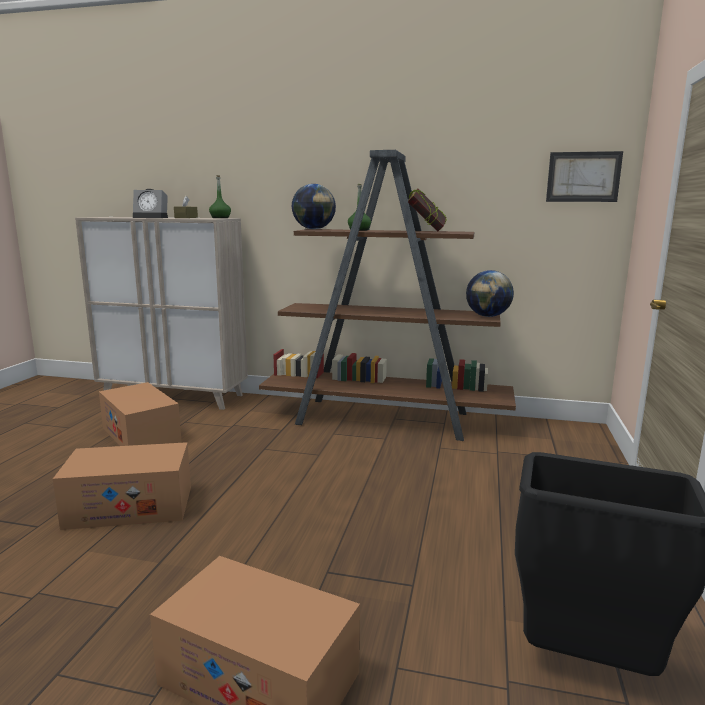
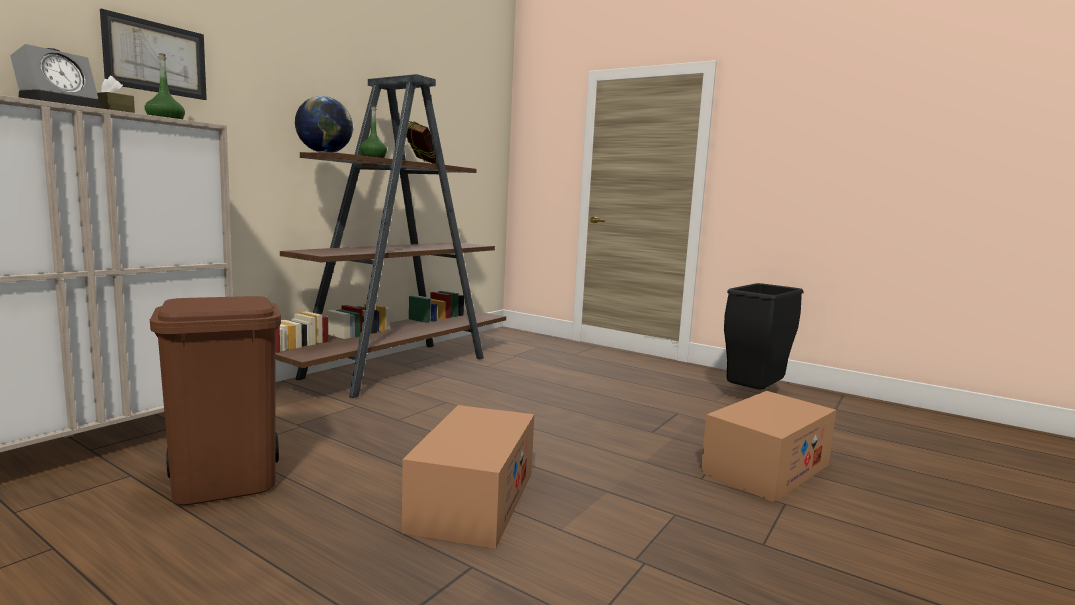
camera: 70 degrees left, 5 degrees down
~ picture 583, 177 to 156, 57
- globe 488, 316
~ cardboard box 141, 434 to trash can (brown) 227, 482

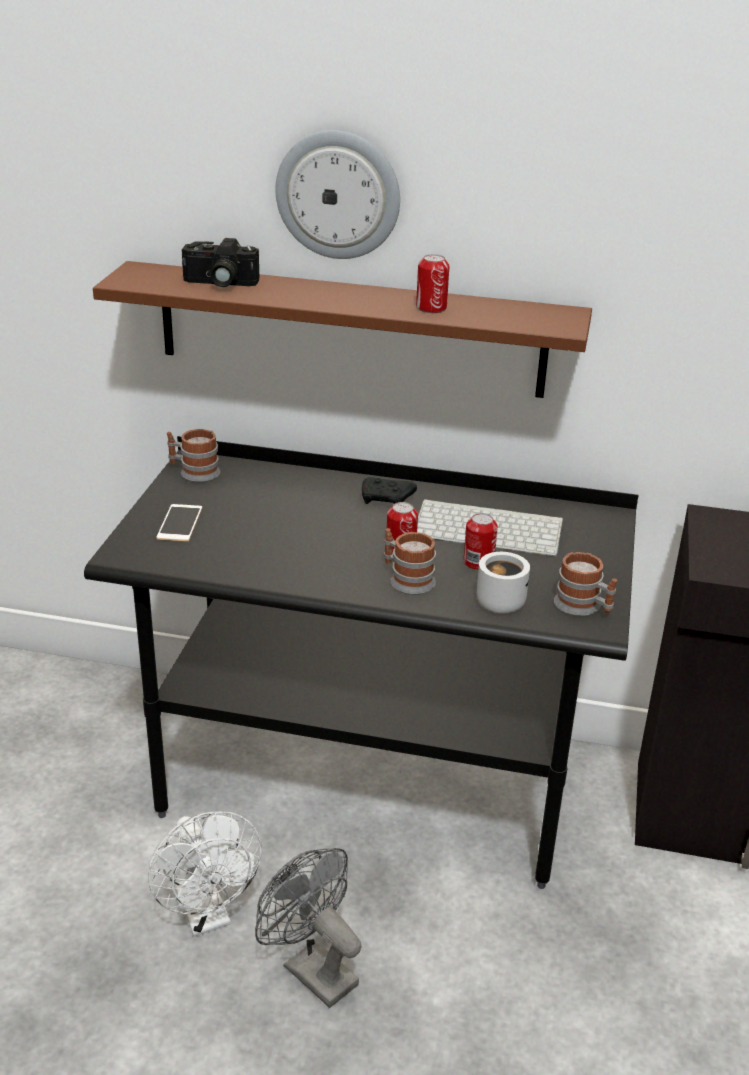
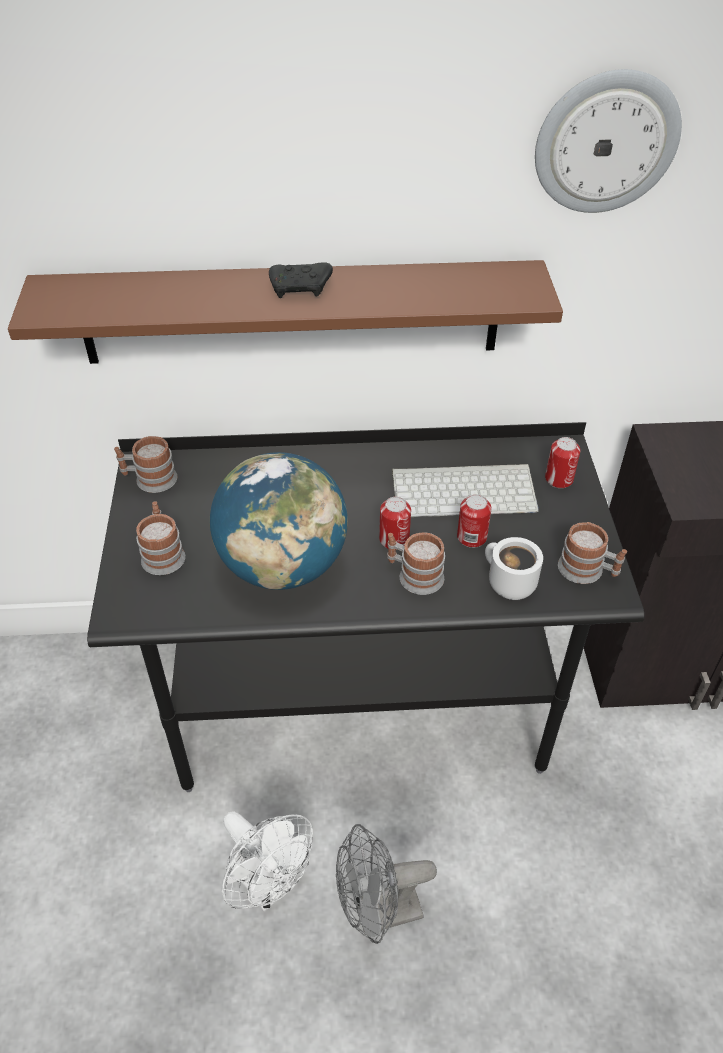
camera: 15 degrees left, 15 degrees up
~ wall clock 338, 195 to 606, 142
- photo camera 219, 283
~ can 431, 308 to 559, 479
~ game controller (black) 387, 499 to 301, 288
~ phone 179, 523 to mug 163, 553
~ fan (grey) 311, 969 = 378, 914 45 degrees counterclockwise
+ globe 283, 566

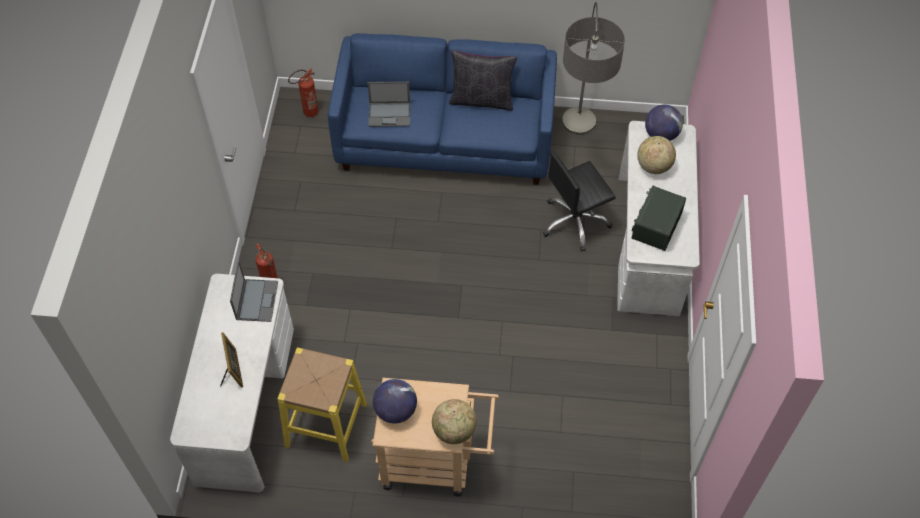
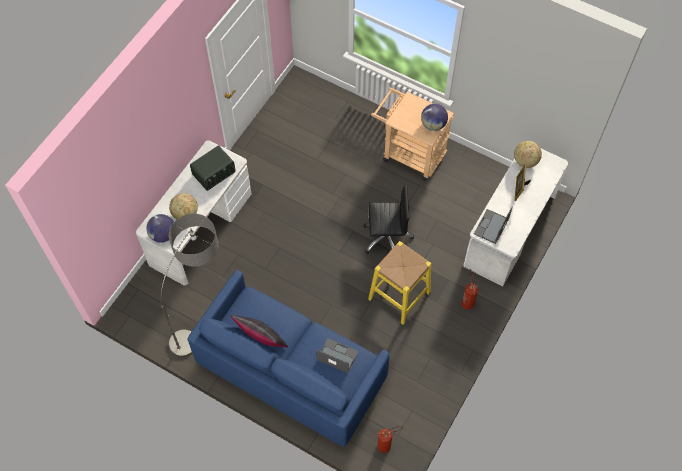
camera: 155 degrees left, 5 degrees up
~ office chair (black) 575, 222 to 386, 238
~ stool (yellow) 326, 424 to 399, 296
~ globe 454, 431 to 525, 161

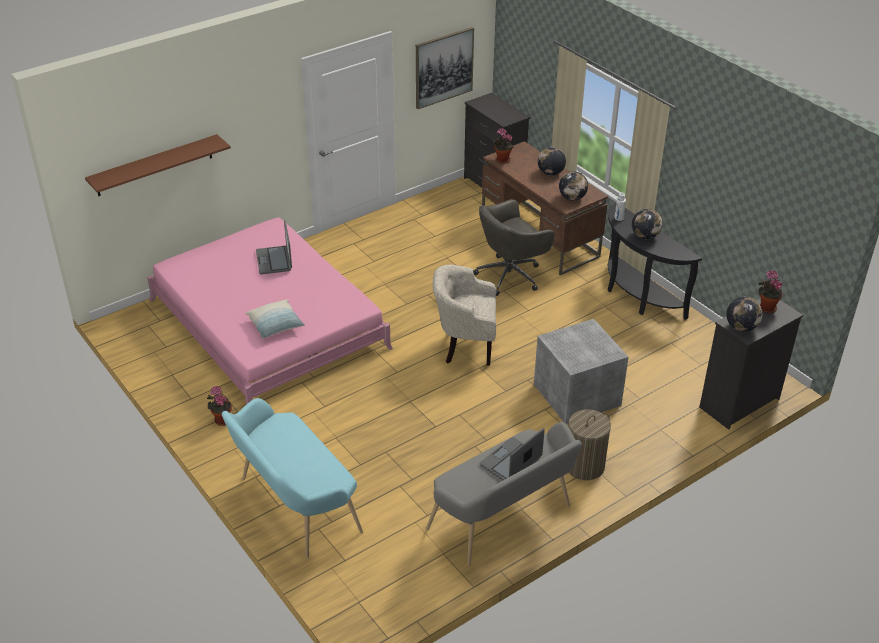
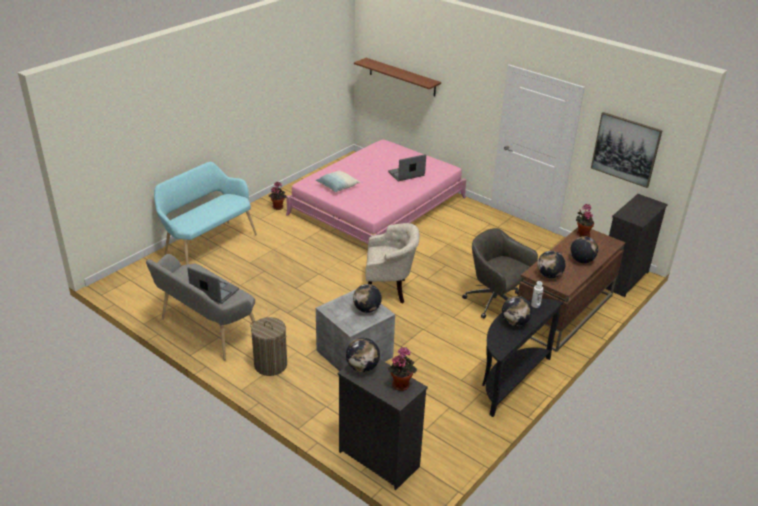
camera: 75 degrees right, 5 degrees down
~ armchair (beige) 464, 347 = 389, 290 105 degrees clockwise
+ globe 366, 309

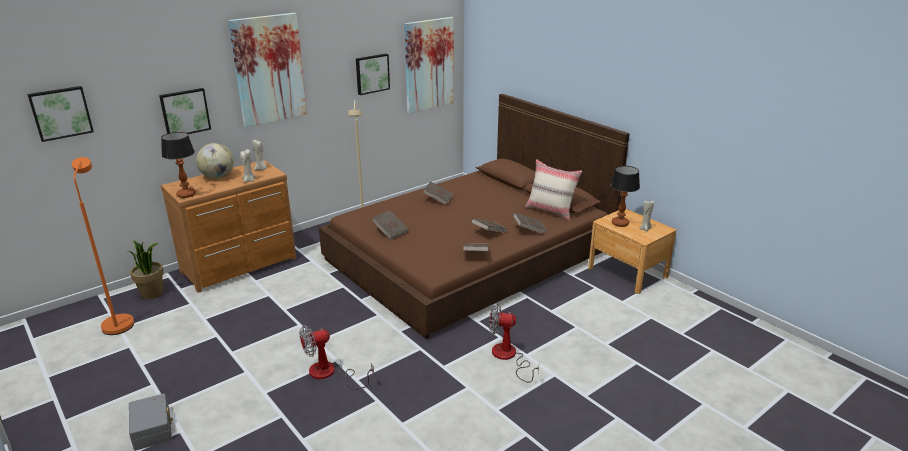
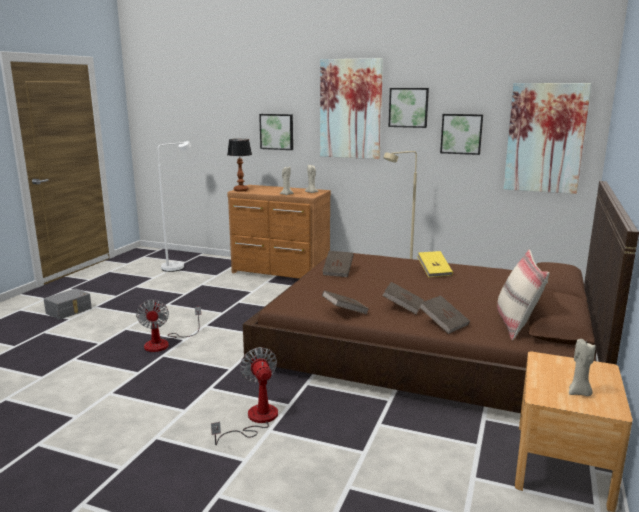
camera: 60 degrees right, 10 degrees down
~ picture 61, 113 to 408, 107
- globe 218, 177
~ floor lamp (orange) 119, 321 to floor lamp (white) 178, 266
- table lamp 619, 223
~ book (brown) 438, 199 to book (yellow) 434, 272
- potted plant 153, 293
~ fan 330, 373 = 164, 343 135 degrees counterclockwise

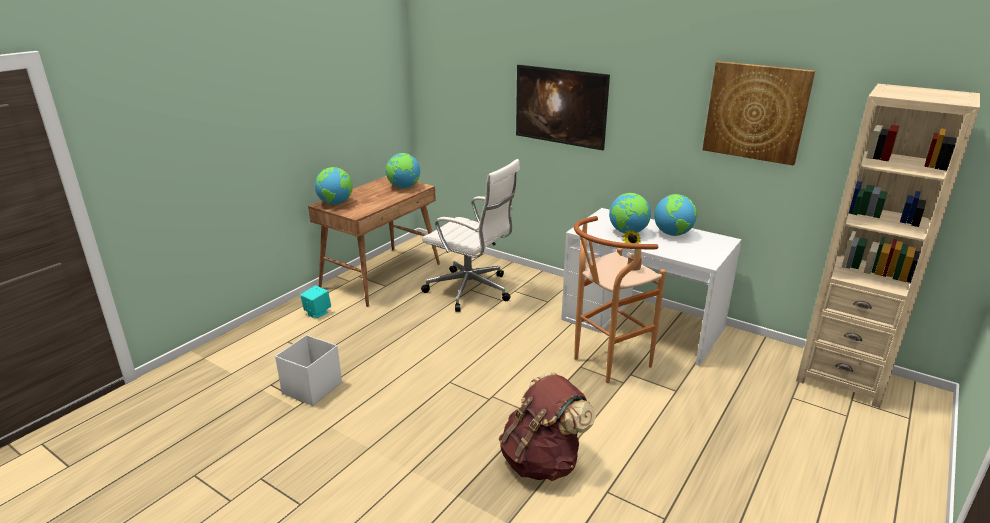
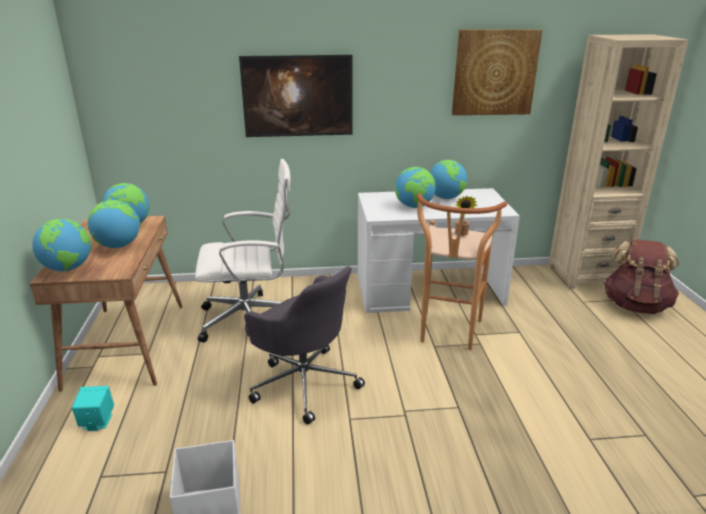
camera: 40 degrees left, 0 degrees up
~ backpack (brown) 542, 461 to 635, 305
+ globe 118, 246
+ office chair (grey) 304, 382

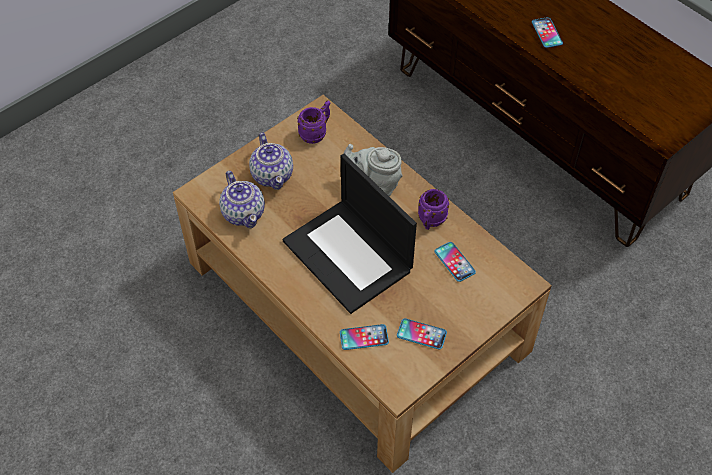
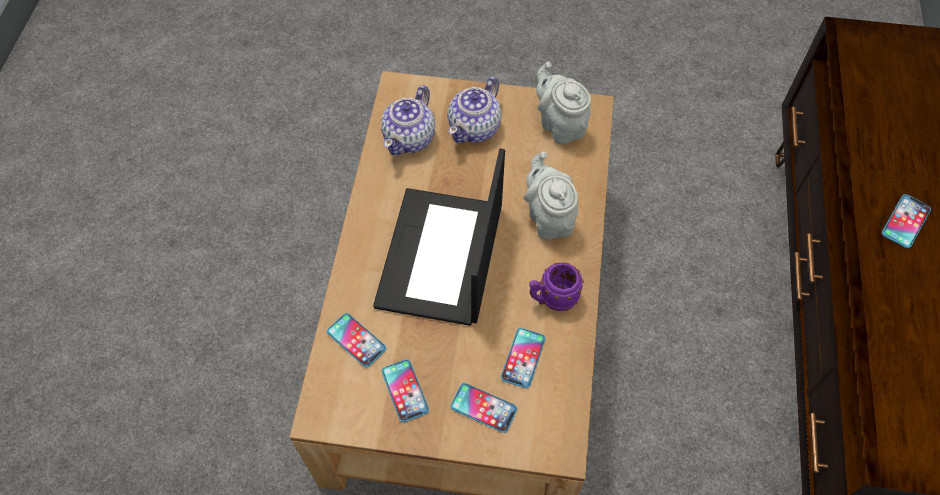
camera: 50 degrees right, 5 degrees up
~ mug (purple) 316, 133 to teapot (grey) 560, 125
+ phone 483, 408

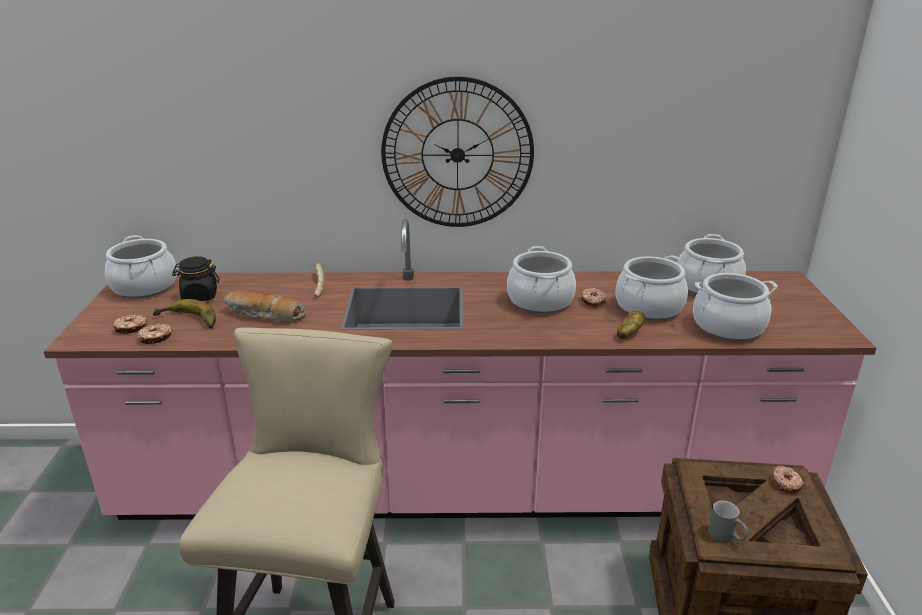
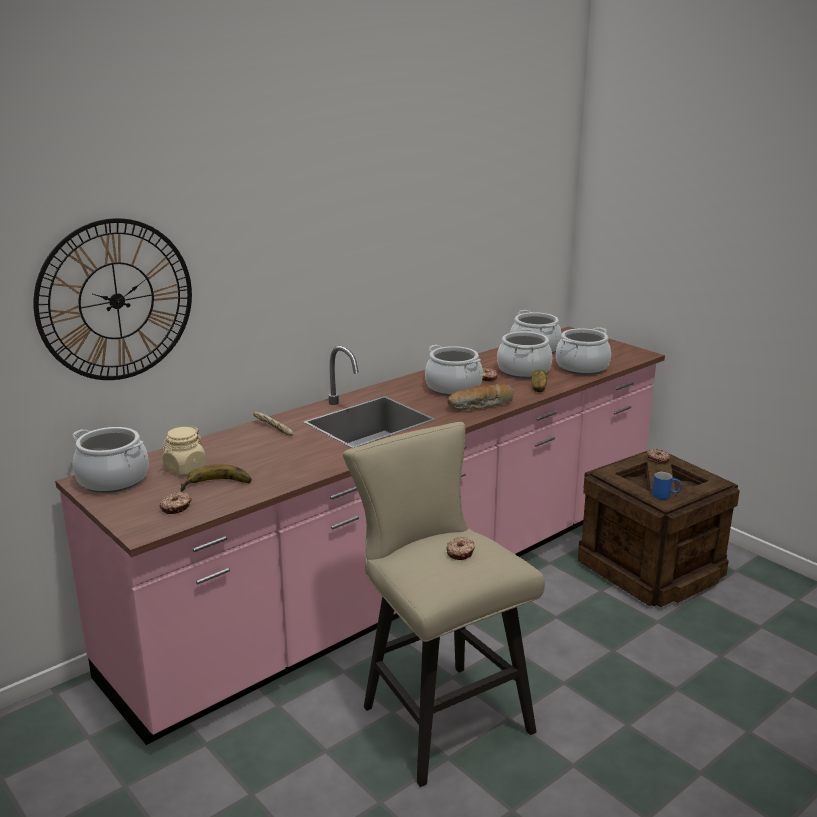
camera: 40 degrees left, 5 degrees down
~ wall clock 457, 155 to 116, 300
~ jar (black) 199, 296 to jar (beige) 185, 468
~ bread 264, 315 to 481, 406
~ donut 156, 338 to 461, 553
~ mug (grey) 726, 537 to mug (blue) 665, 496

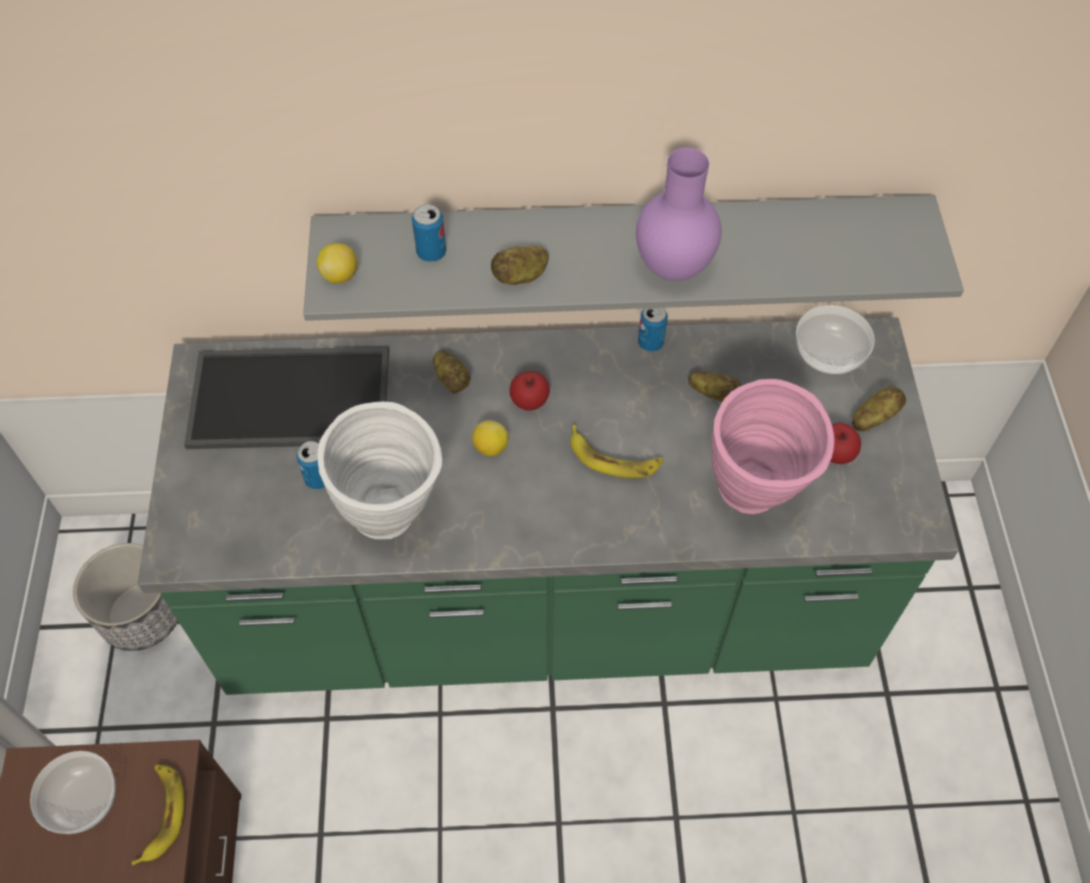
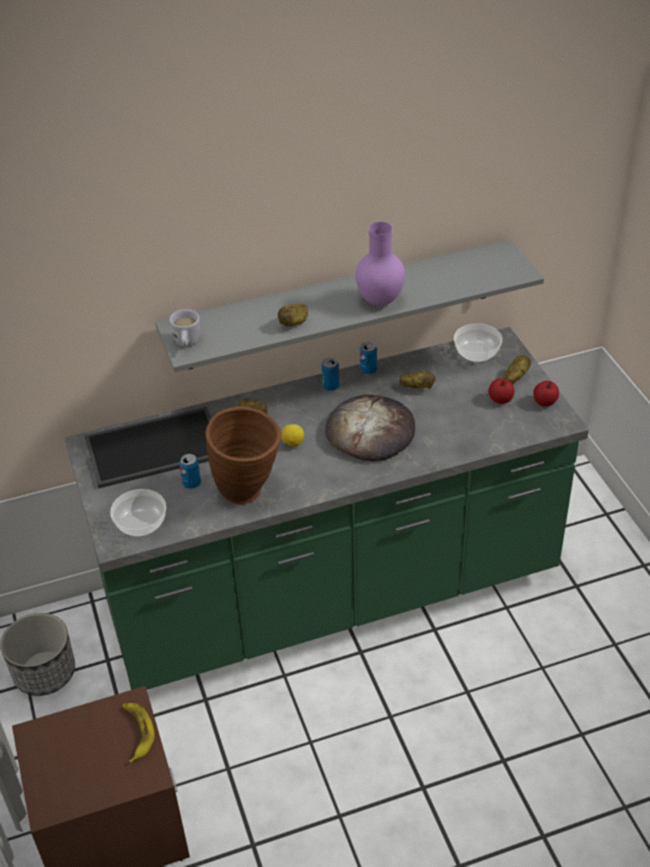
camera: 15 degrees left, 15 degrees down
~ can 431, 252 to 331, 386
~ lemon 340, 275 to mug (white) 187, 344
~ apple 529, 401 to 545, 402
- vase (pink) 754, 499
~ vase (white) 395, 520 to vase (brown) 249, 493
~ banana 613, 458 to bread 370, 431
~ bowl 83, 800 to 142, 524

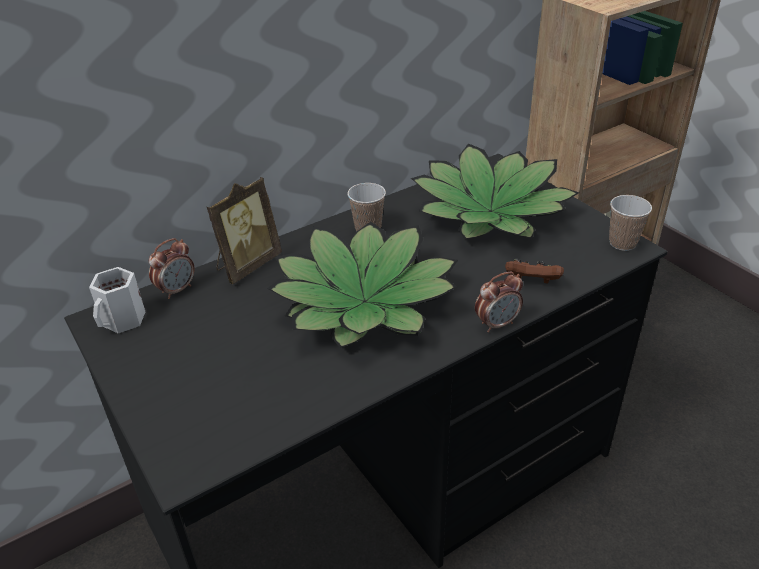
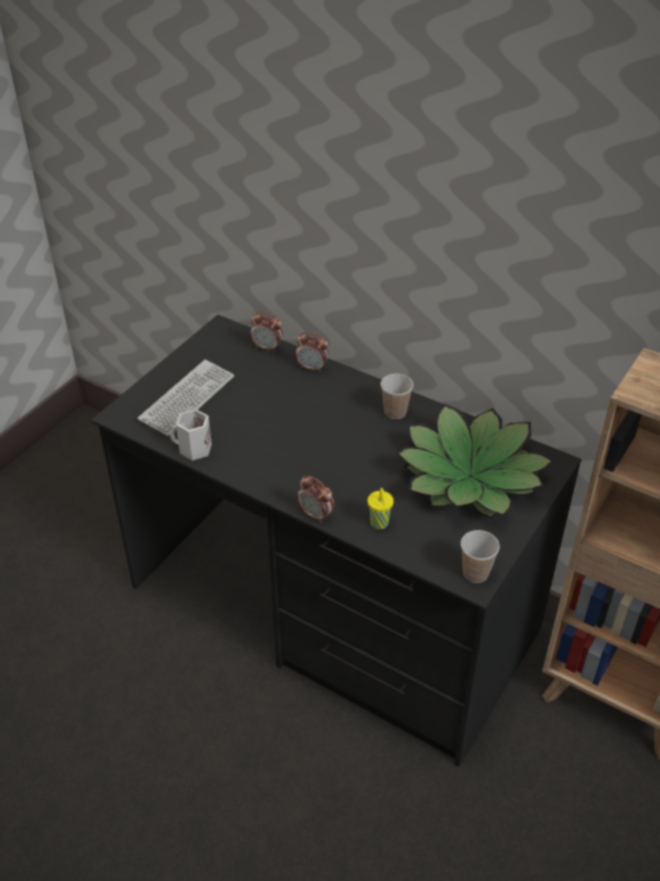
camera: 65 degrees right, 5 degrees up
~ picture frame 247, 265 to alarm clock 312, 367
- potted plant 365, 302
~ game controller (brown) 532, 283 to cup (yellow) 379, 524
~ mug (white) 123, 320 to 194, 449
+ keyboard 187, 399

